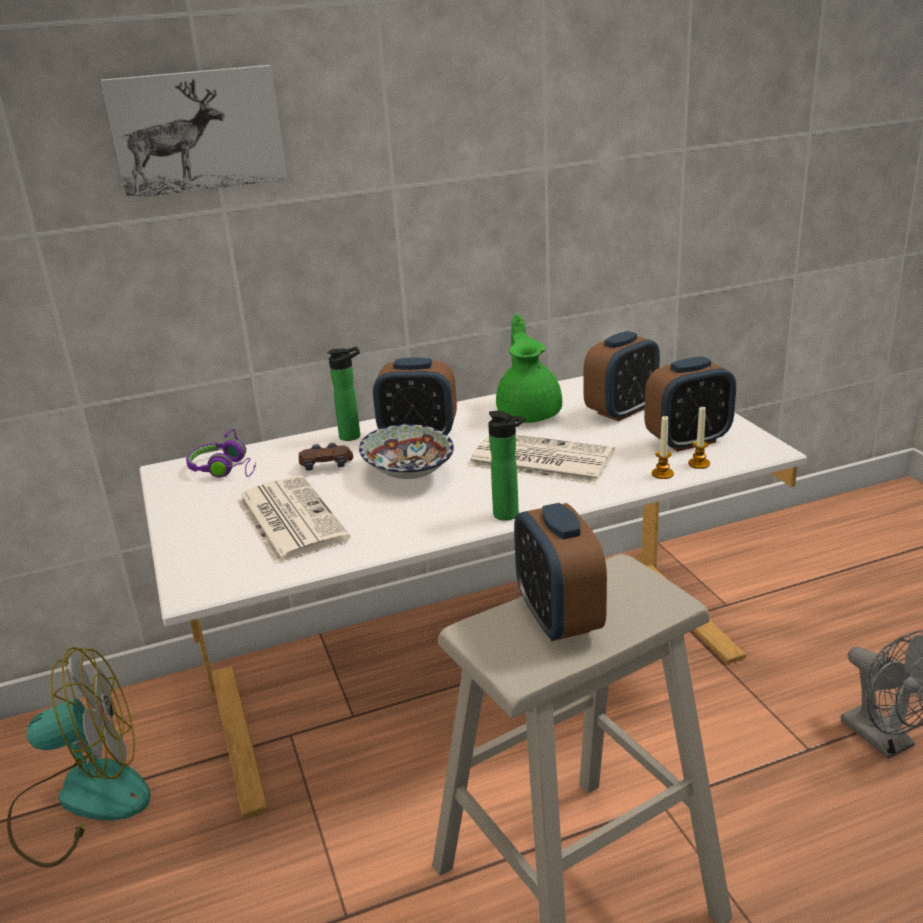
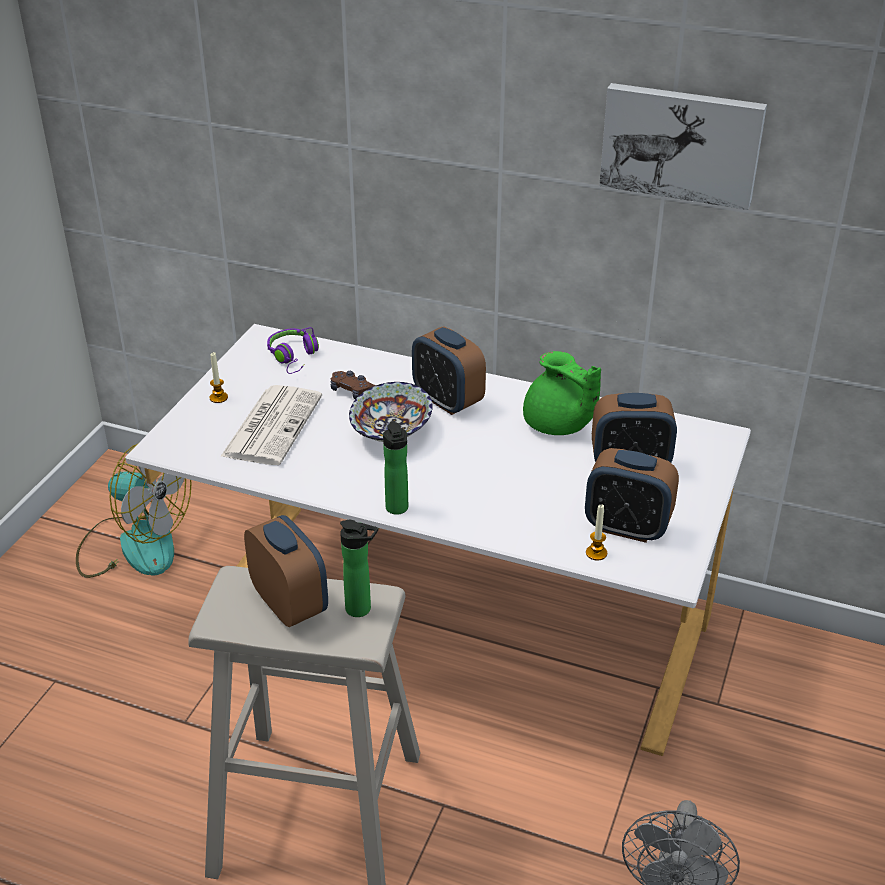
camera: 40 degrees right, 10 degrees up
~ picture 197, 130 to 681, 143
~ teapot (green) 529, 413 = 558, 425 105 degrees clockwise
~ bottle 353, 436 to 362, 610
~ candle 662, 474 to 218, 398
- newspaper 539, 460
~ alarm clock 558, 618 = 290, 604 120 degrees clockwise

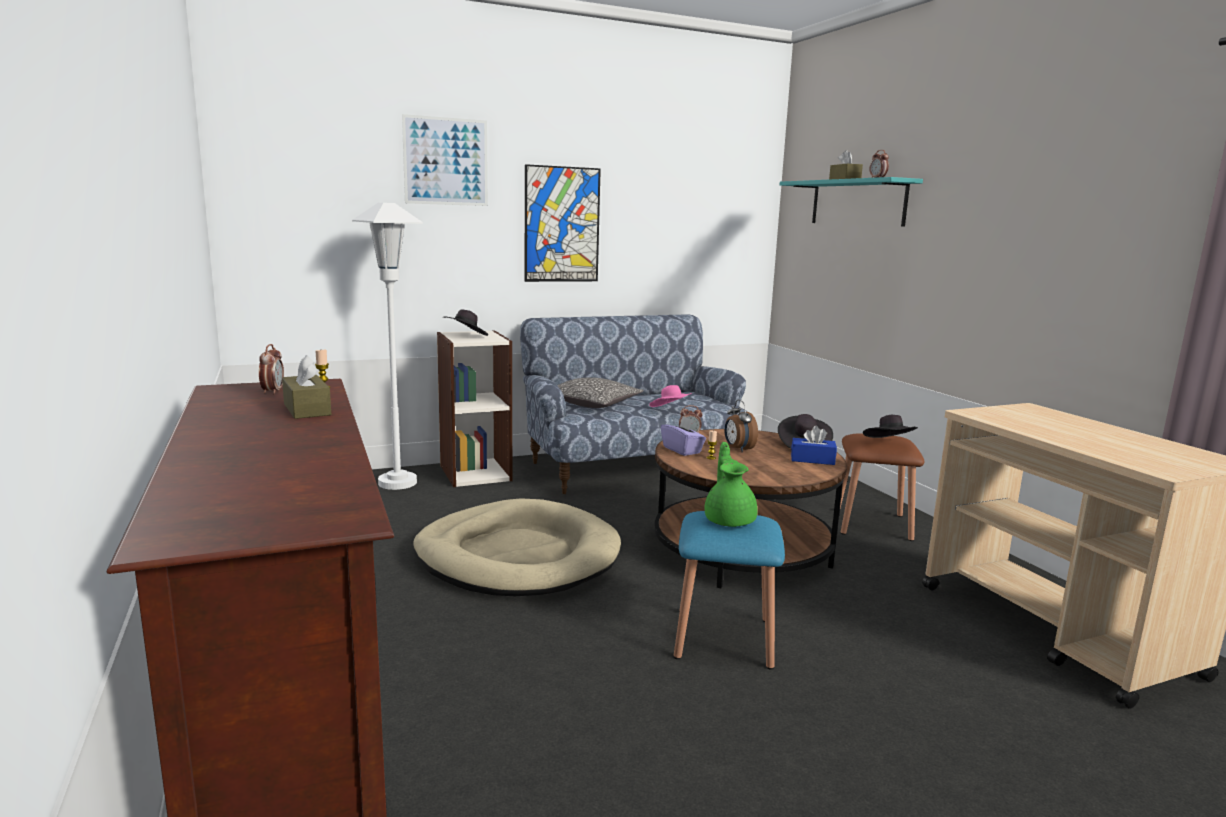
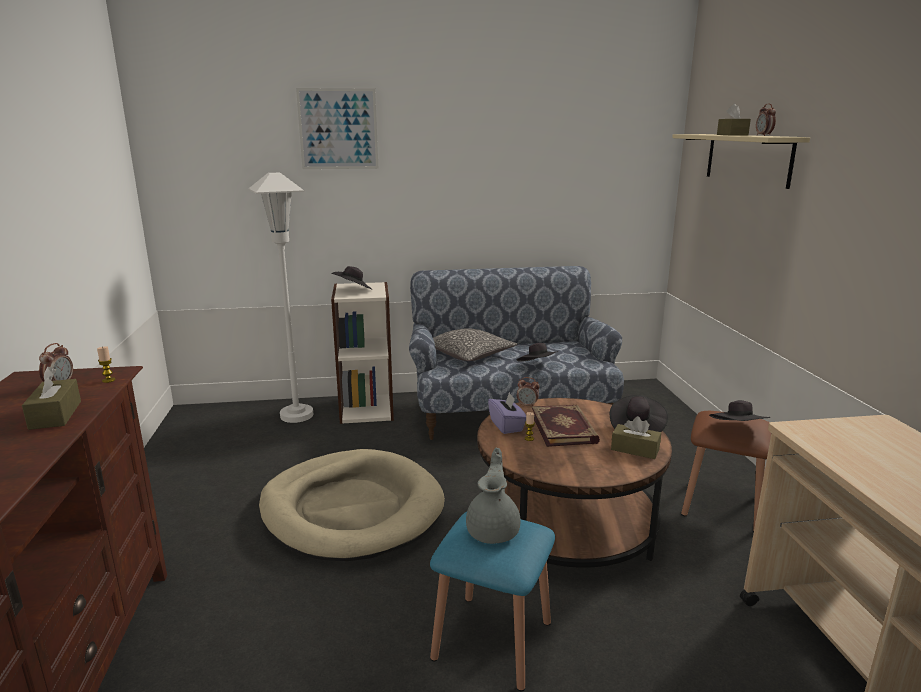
camera: 15 degrees right, 5 degrees up
- picture 562, 224
~ shelf (turquoise) 857, 203 to shelf (beige) 747, 159
~ hat (pink) 670, 410 to hat (black) 537, 366
~ alarm clock 738, 449 to book 564, 428
~ tissue box (blue) 812, 459 to tissue box (brown) 635, 449
~ teapot (green) 729, 519 to teapot (grey) 494, 530

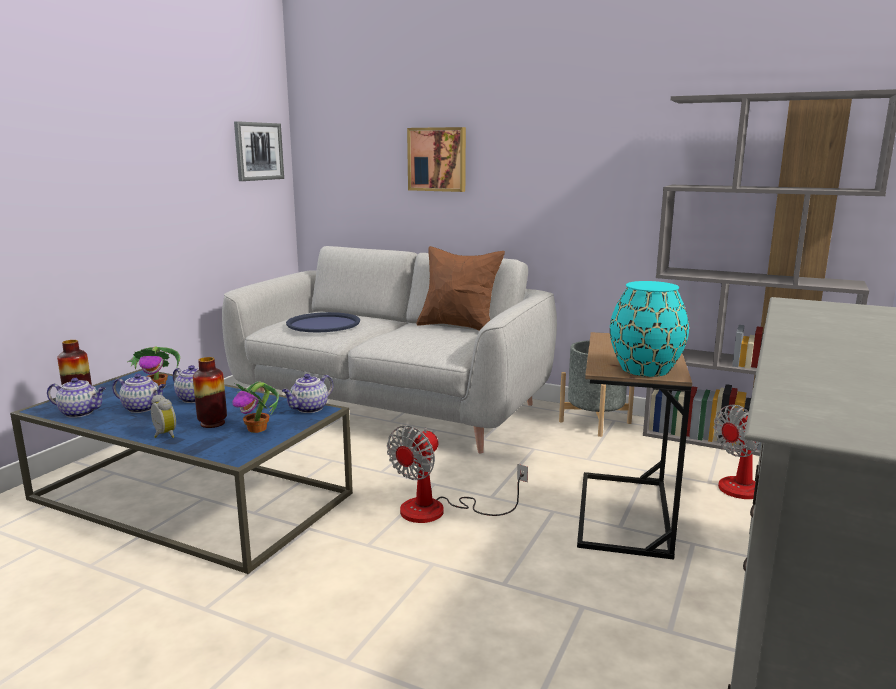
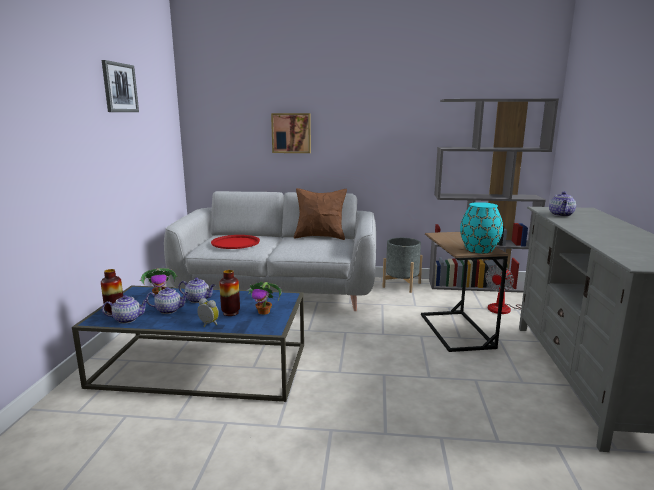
camera: 20 degrees left, 0 degrees up
~ picture 258, 151 to 119, 87
~ tray (blue) 323, 324 to tray (red) 235, 243
~ teapot 309, 409 to 561, 215
- fan 439, 511

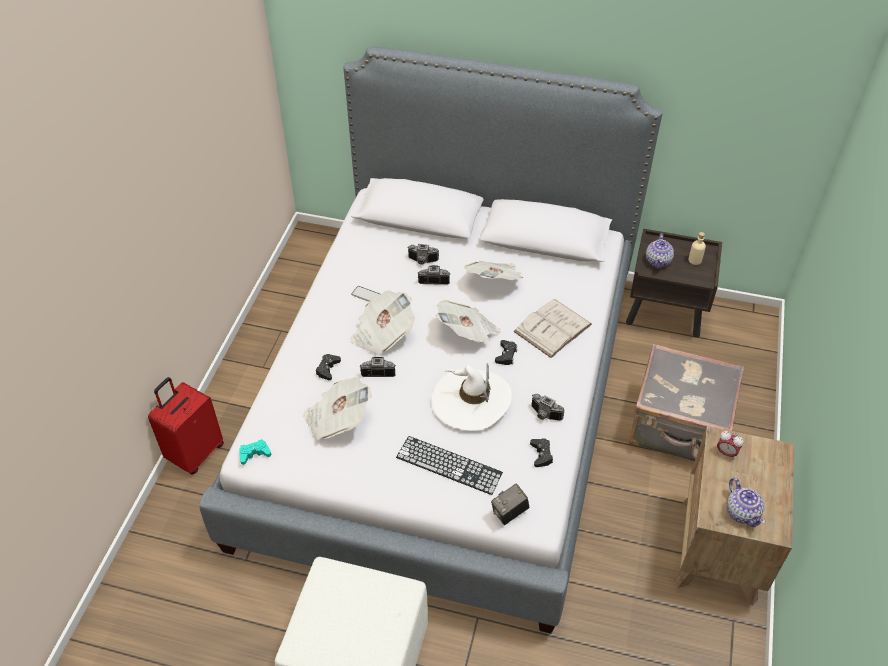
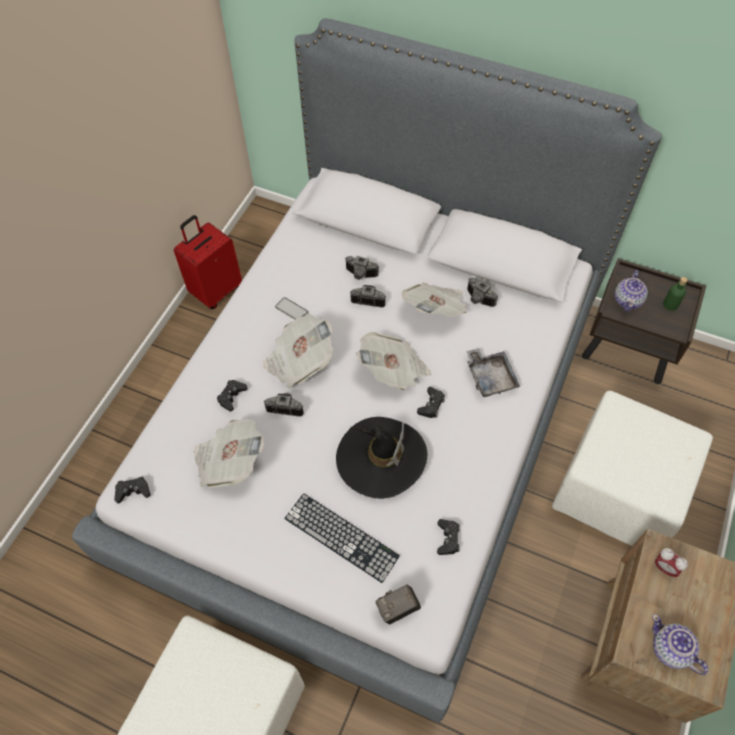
camera: 10 degrees right, 10 degrees up
~ bottle (beige) 694, 260 to bottle (green) 670, 304
~ book (white) 552, 328 to tray (grey) 490, 377
~ suitcase (grey) 679, 428 to ottoman (white) 619, 491
~ hat (white) 471, 401 to hat (black) 381, 458
~ suitcase (red) 195, 453 to 216, 290
~ photo camera 544, 415 to 478, 300
~ game controller (turquoise) 254, 454 to game controller (black) 133, 491
~ teapot 742, 512 = 670, 650 150 degrees clockwise

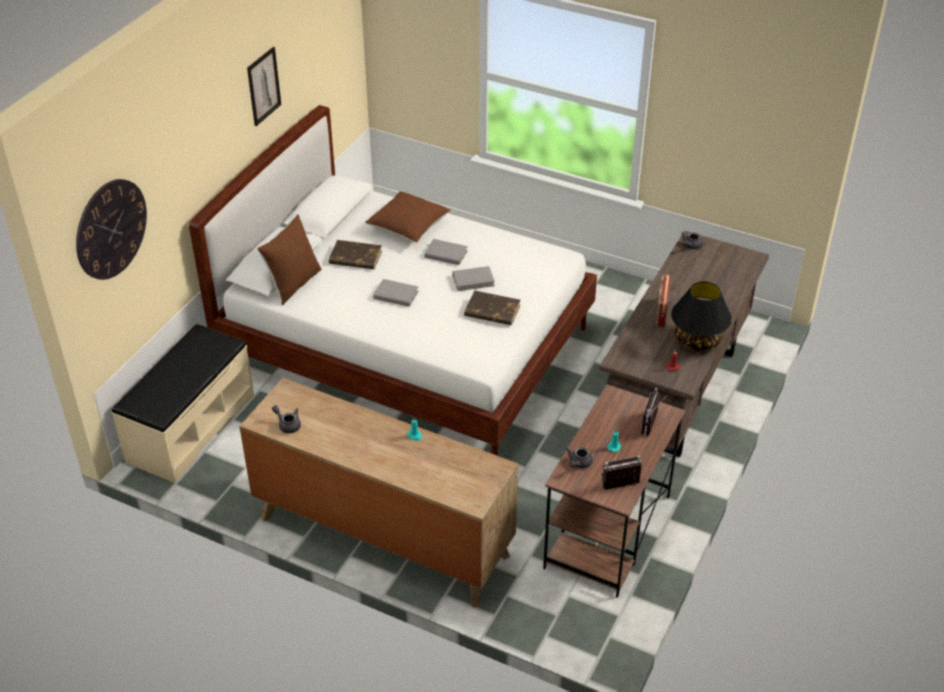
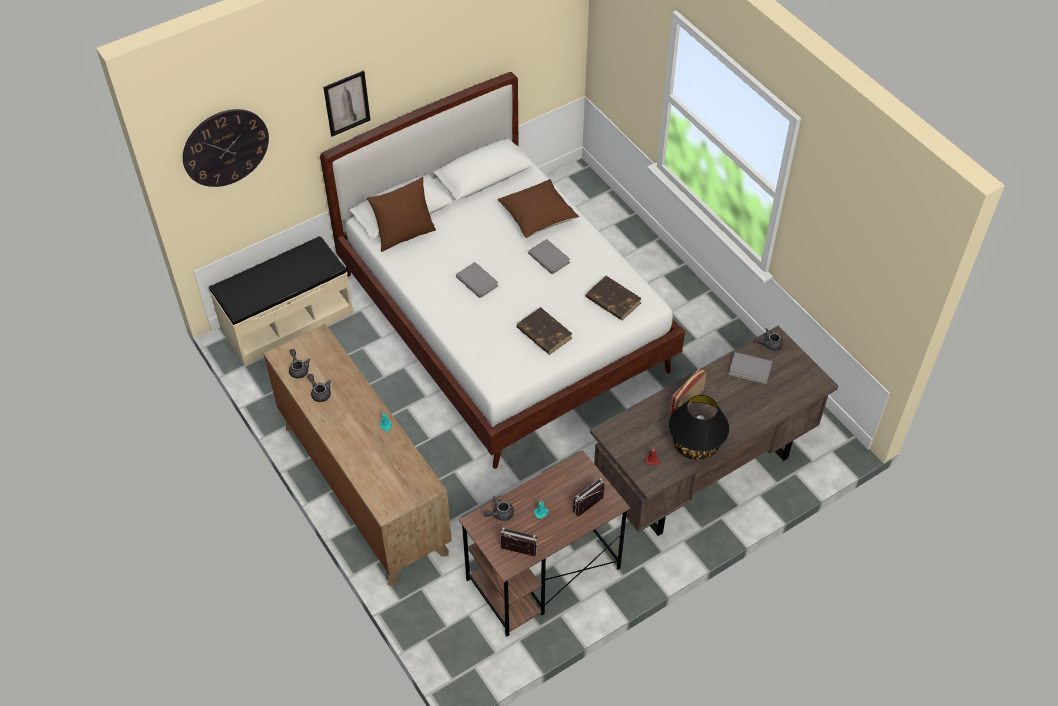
camera: 30 degrees right, 10 degrees up
~ picture 263, 86 to 347, 103
~ book (brown) 355, 258 to 612, 300
~ book (grey) 473, 280 to 750, 369
+ teapot (grey) 320, 392

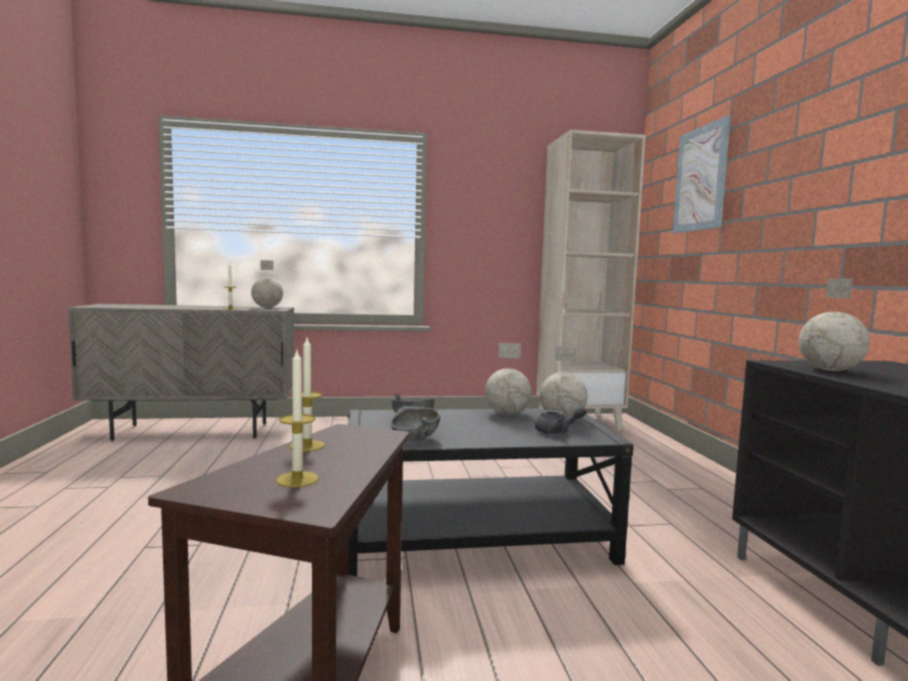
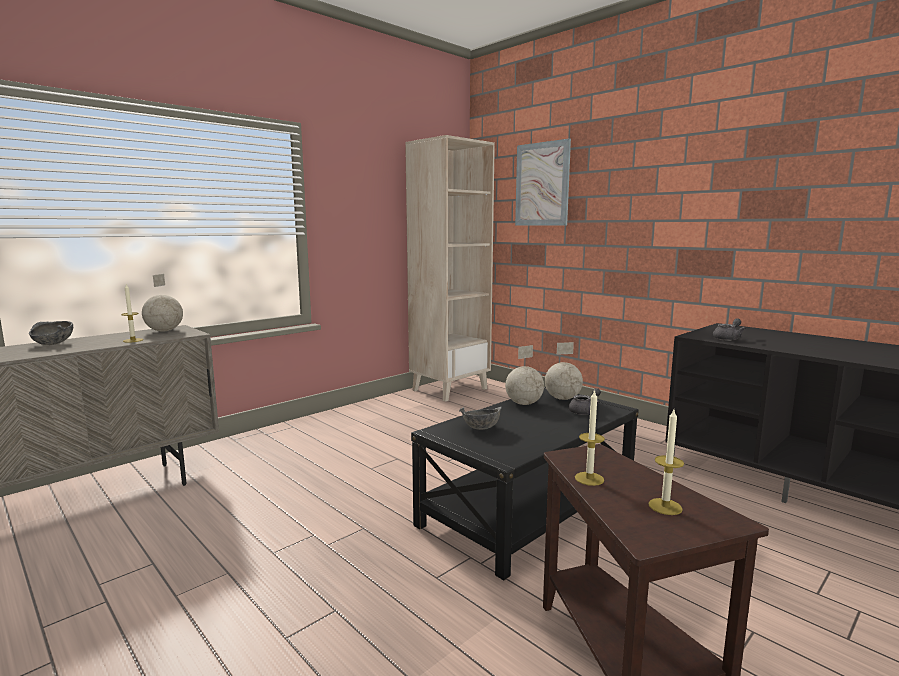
camera: 35 degrees left, 5 degrees up
~ globe 830, 370 to teapot (grey) 728, 338
~ bowl (grey) 414, 439 to 53, 344

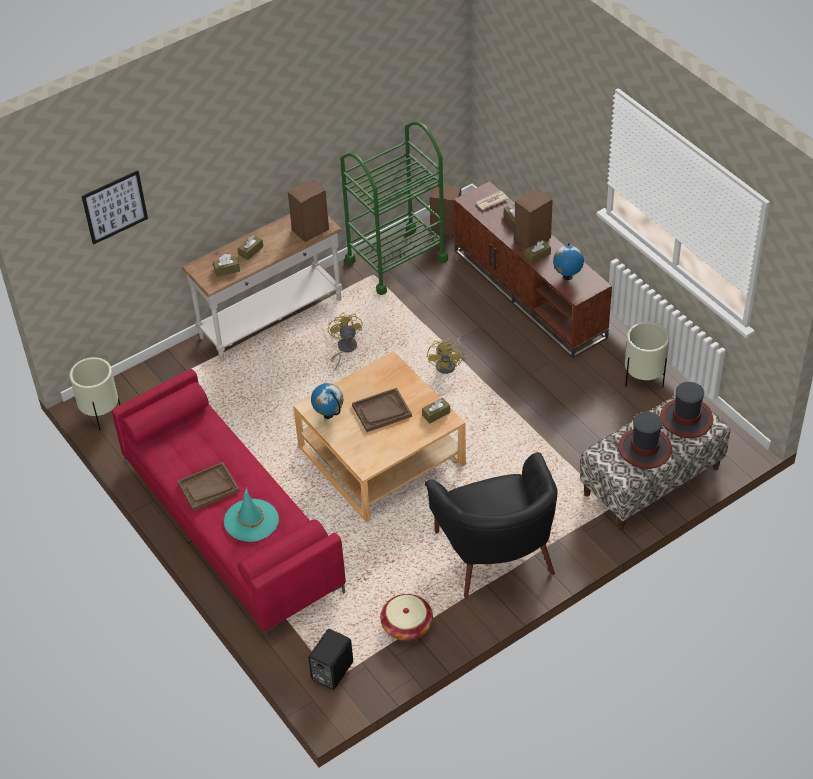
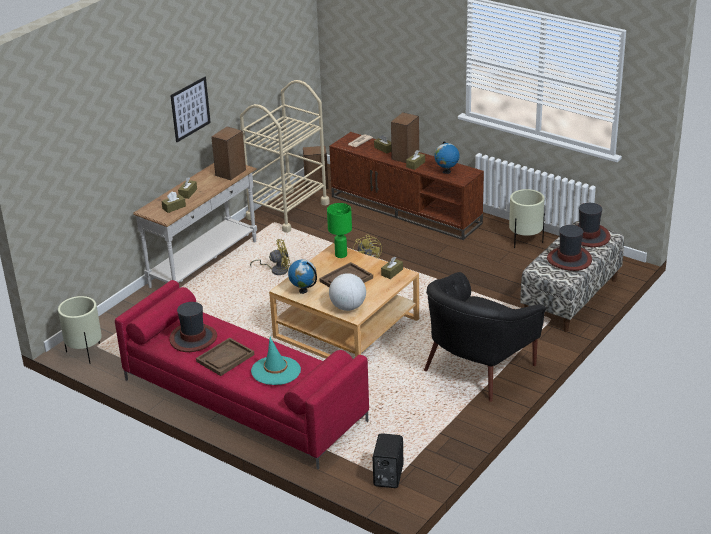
camera: 20 degrees left, 15 degrees down
~ cart (green) 396, 260 to cart (beige) 287, 210
~ picture 115, 207 to 190, 109
~ fan (yellow) 344, 349 = 276, 270 105 degrees clockwise
~ armchair (black) 496, 553 = 478, 368 75 degrees clockwise
- basket 407, 626
+ table lamp (green) 341, 254
+ globe 348, 307
+ hat 193, 338

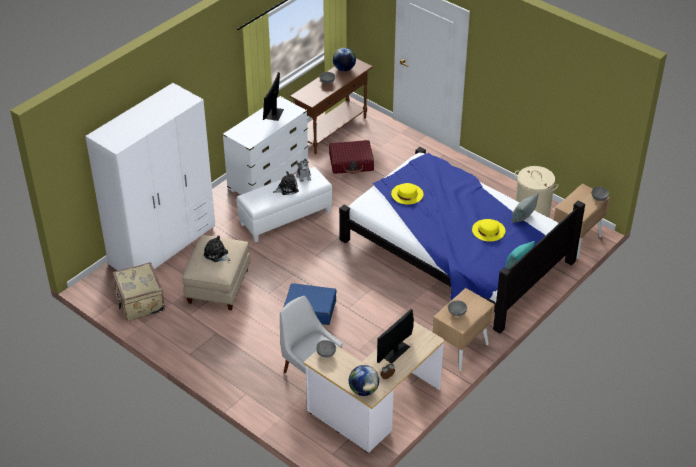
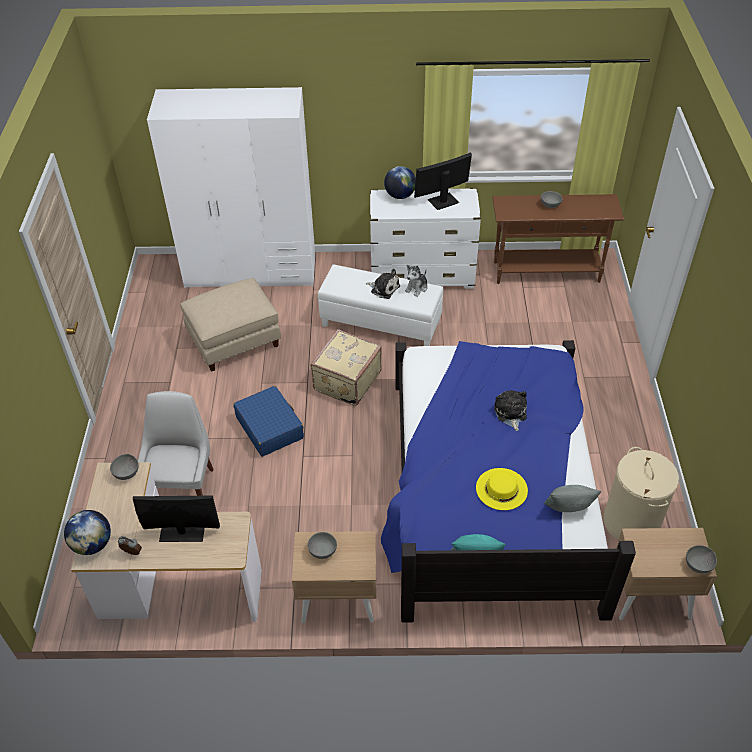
camera: 50 degrees right, 5 degrees up
~ globe 344, 69 to 400, 195
- suitcase (red) 351, 163
- hat (yellow) 407, 194
~ plush toy 217, 255 to 510, 413
~ suitcase (beige) 139, 303 to 346, 381

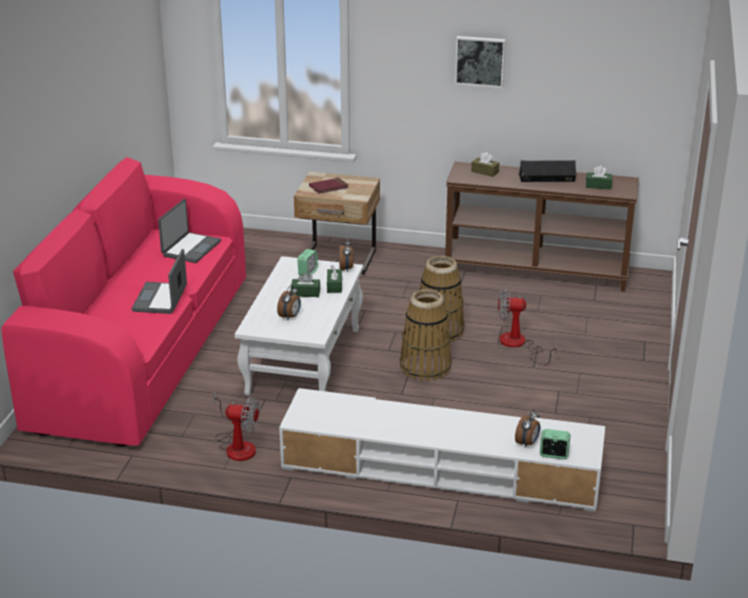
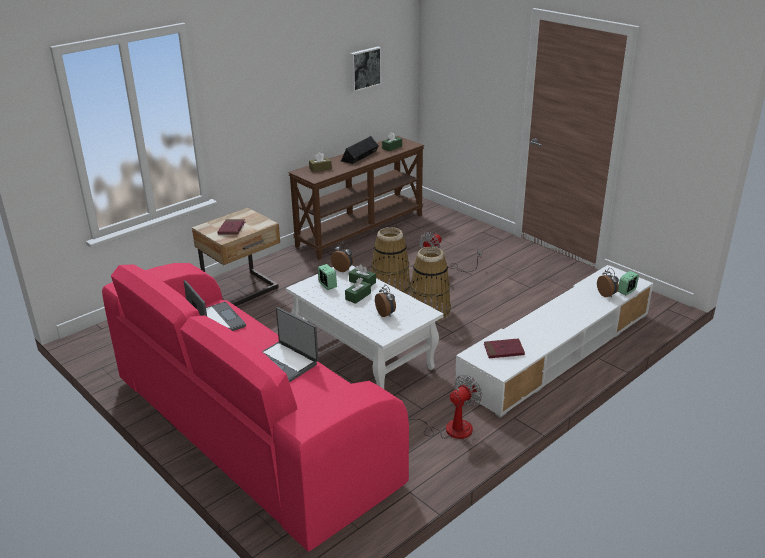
camera: 55 degrees left, 0 degrees up
~ picture 480, 61 to 364, 68
+ book (red) 503, 350

